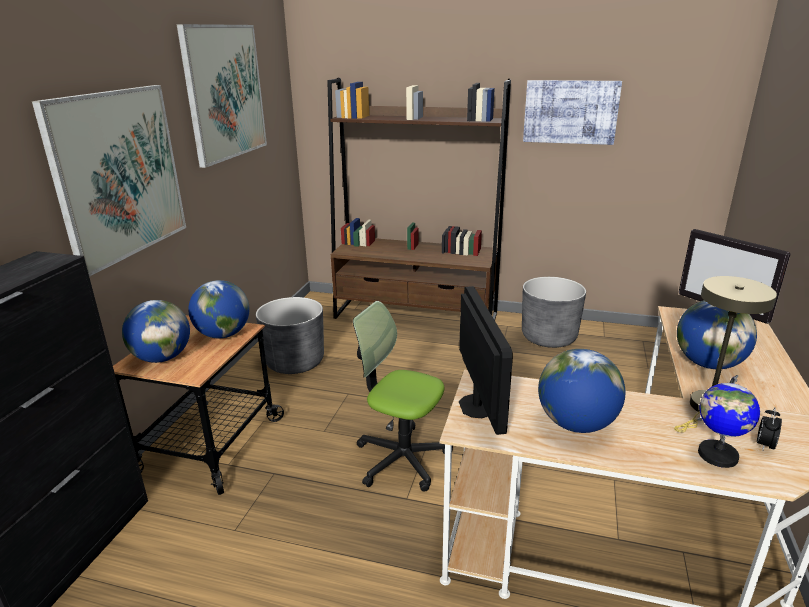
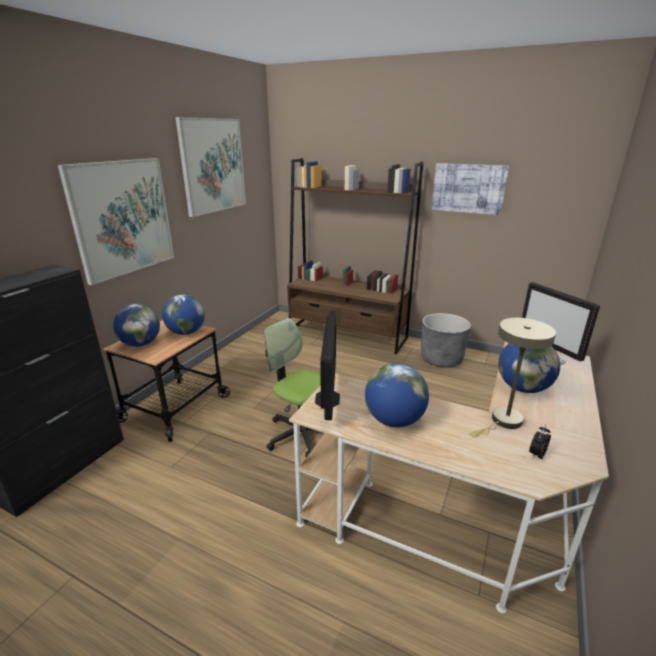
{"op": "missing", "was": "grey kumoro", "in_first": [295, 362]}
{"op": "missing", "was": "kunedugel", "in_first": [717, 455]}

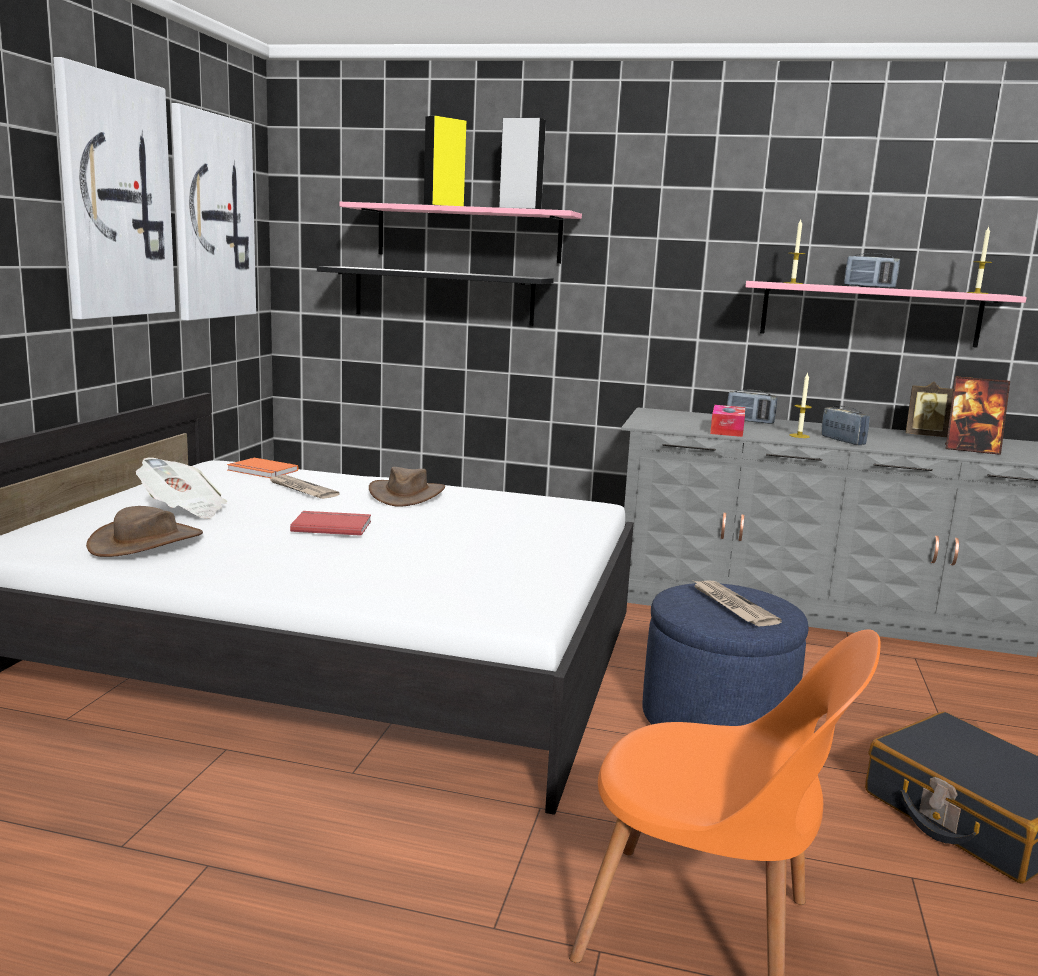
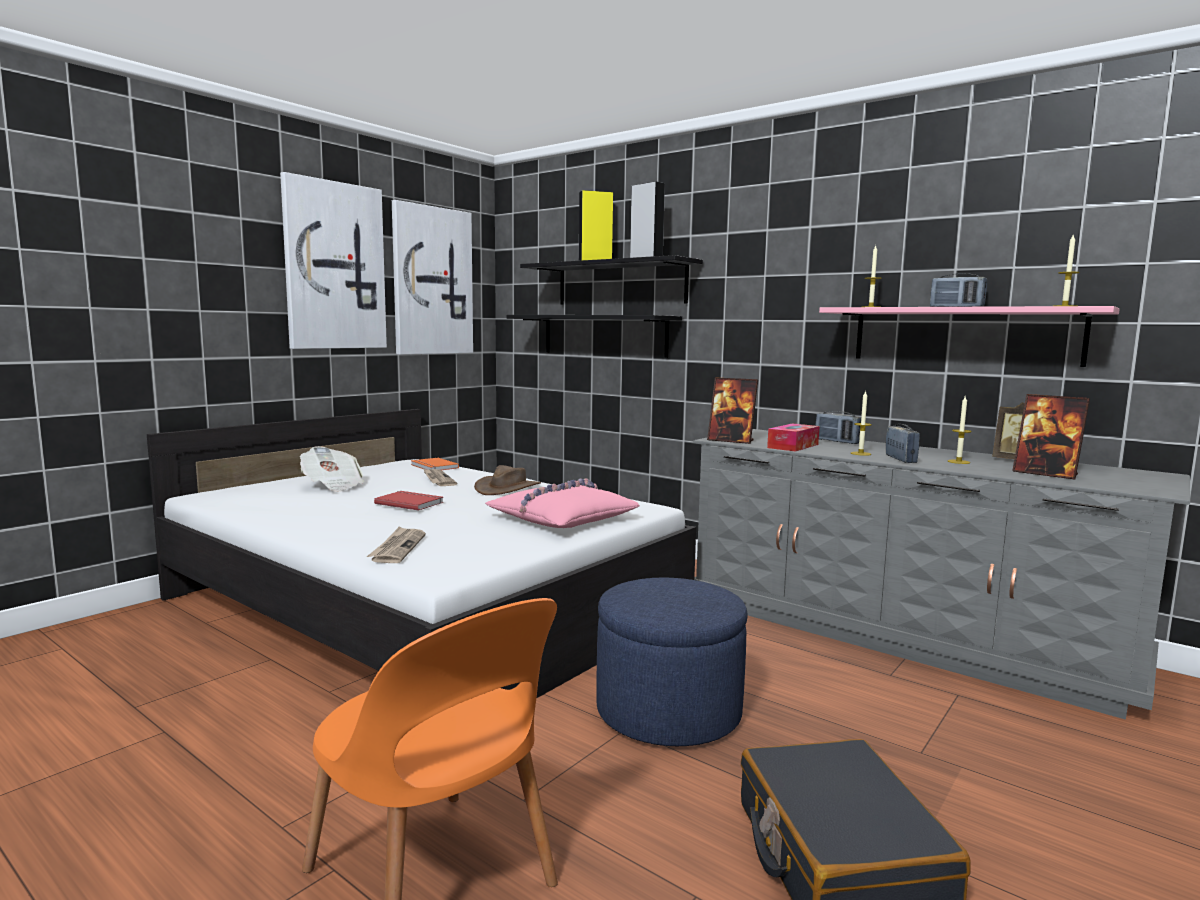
{"op": "missing", "was": "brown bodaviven", "in_first": [146, 542]}
{"op": "colour", "was": "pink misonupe", "now": "black misonupe", "in_first": [468, 234], "in_second": [620, 284]}
{"op": "relocated", "was": "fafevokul", "in_first": [731, 605], "in_second": [398, 548]}
{"op": "appeared", "now": "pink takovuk", "in_second": [562, 519]}
{"op": "appeared", "now": "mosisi", "in_second": [731, 441]}
{"op": "appeared", "now": "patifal", "in_second": [958, 462]}

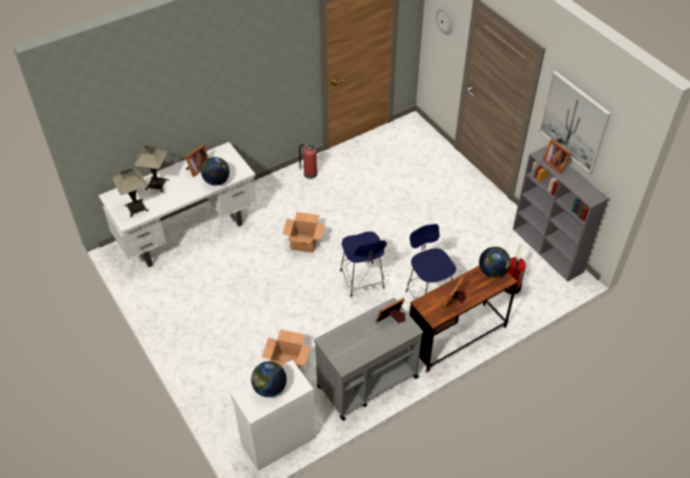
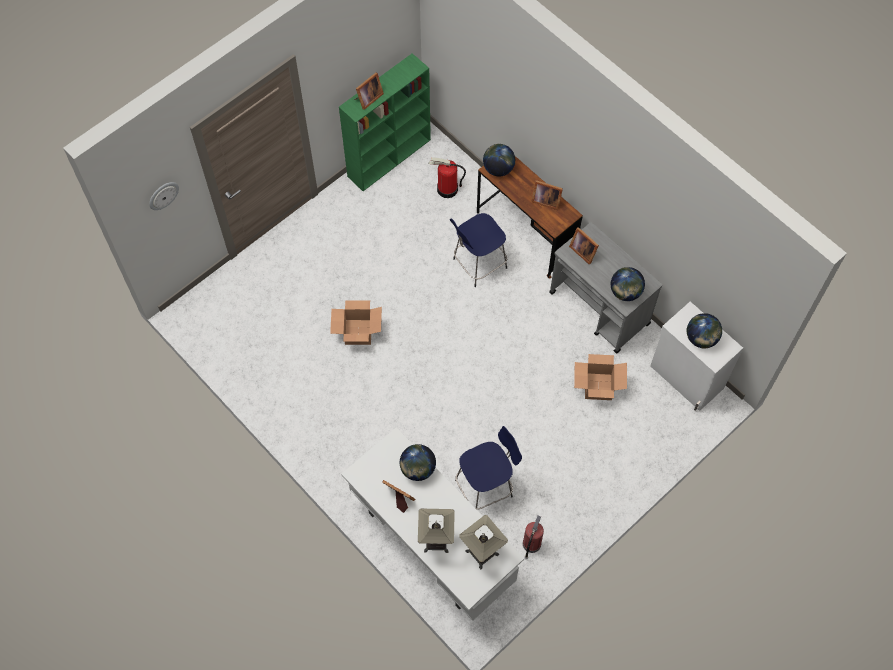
{"op": "relocated", "was": "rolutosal", "in_first": [303, 243], "in_second": [358, 333]}
{"op": "relocated", "was": "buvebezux", "in_first": [309, 173], "in_second": [531, 545]}
{"op": "relocated", "was": "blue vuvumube", "in_first": [362, 281], "in_second": [485, 487]}
{"op": "colour", "was": "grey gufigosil", "now": "green gufigosil", "in_first": [548, 250], "in_second": [389, 157]}
{"op": "missing", "was": "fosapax", "in_first": [574, 122]}
{"op": "appeared", "now": "kunedugel", "in_second": [625, 292]}

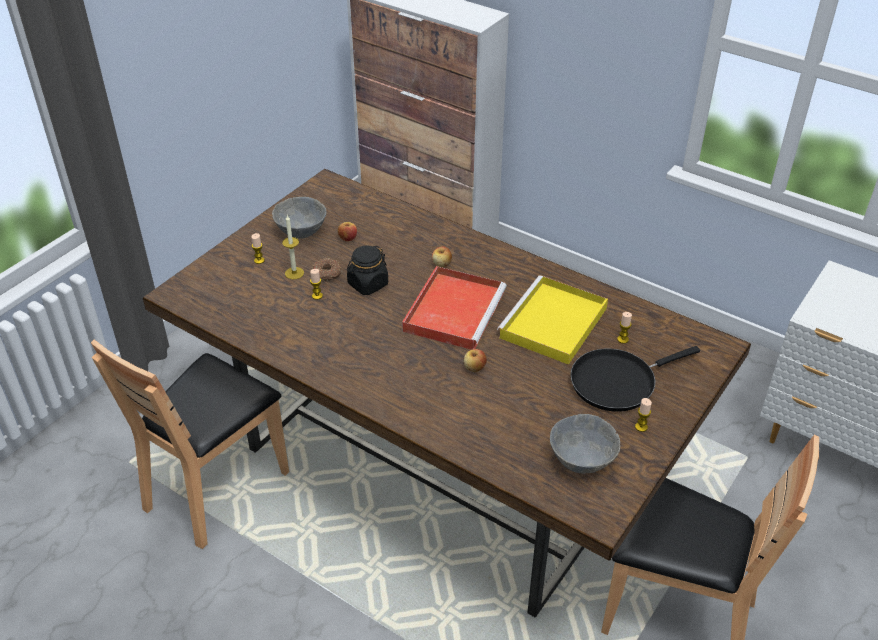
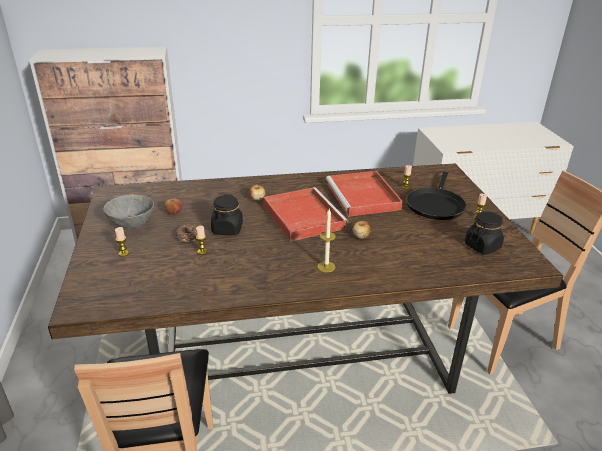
{"op": "relocated", "was": "patifal", "in_first": [294, 273], "in_second": [326, 267]}
{"op": "colour", "was": "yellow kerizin", "now": "red kerizin", "in_first": [553, 324], "in_second": [364, 197]}
{"op": "exchanged", "was": "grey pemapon", "now": "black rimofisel", "in_first": [581, 460], "in_second": [482, 246]}

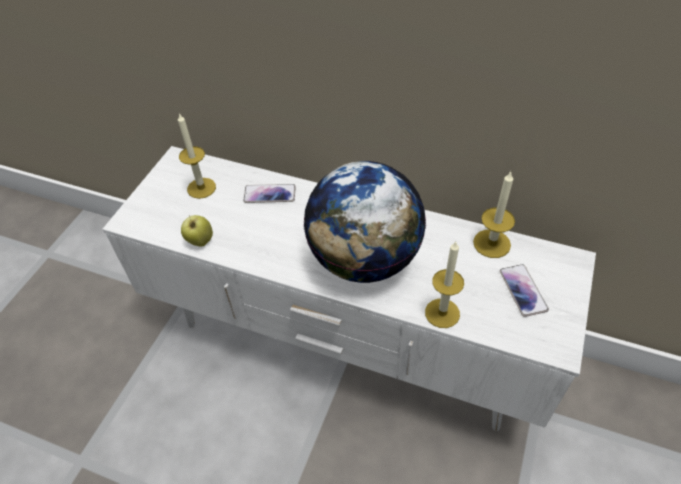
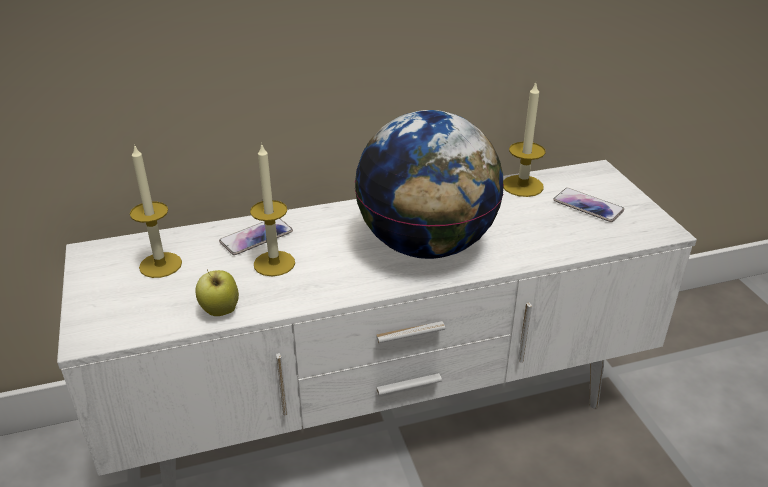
{"op": "relocated", "was": "patifal", "in_first": [442, 313], "in_second": [274, 263]}

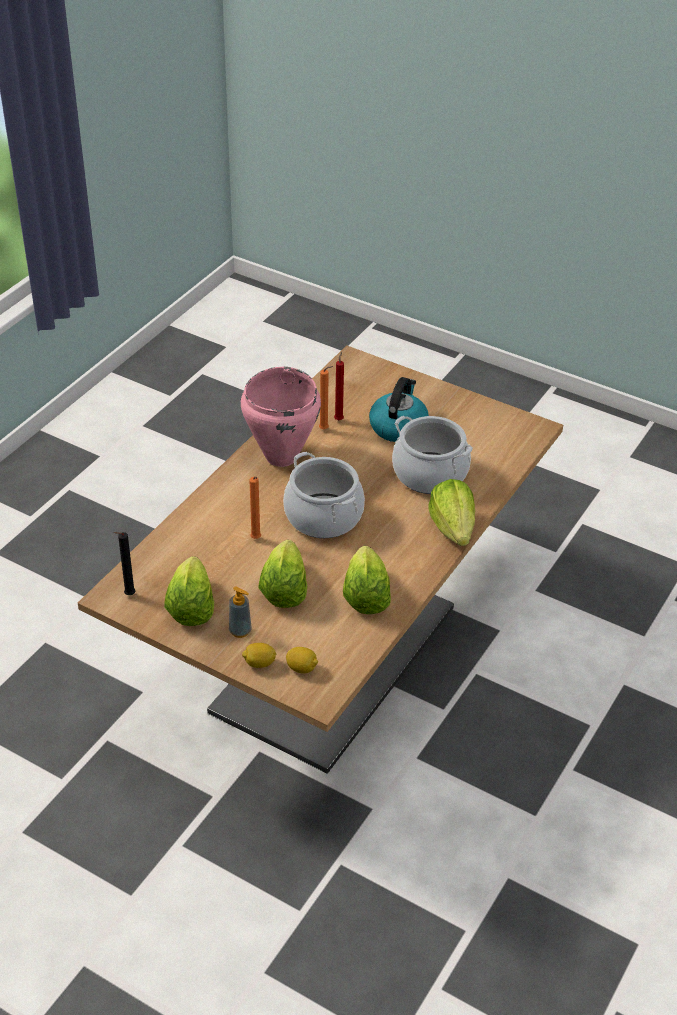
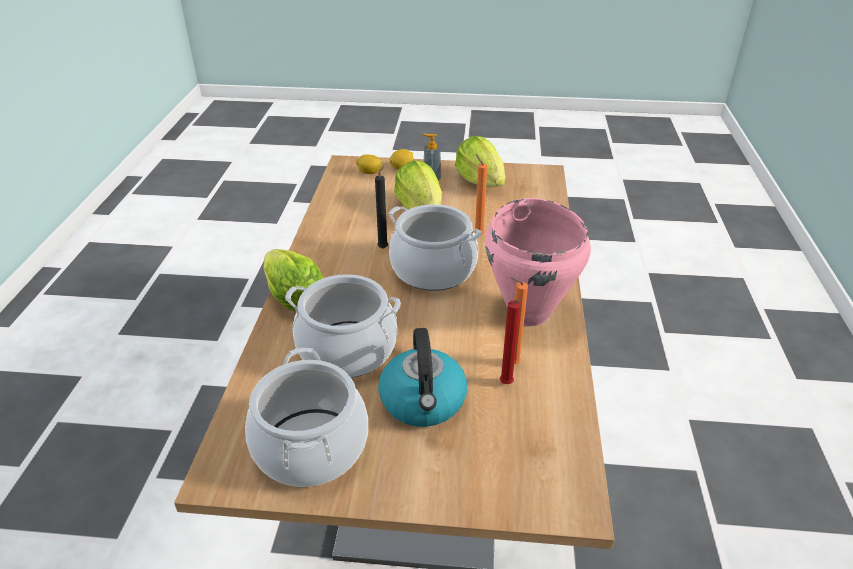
{"op": "relocated", "was": "black patifal", "in_first": [128, 595], "in_second": [384, 247]}
{"op": "missing", "was": "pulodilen", "in_first": [365, 596]}
{"op": "appeared", "now": "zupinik", "in_second": [311, 446]}

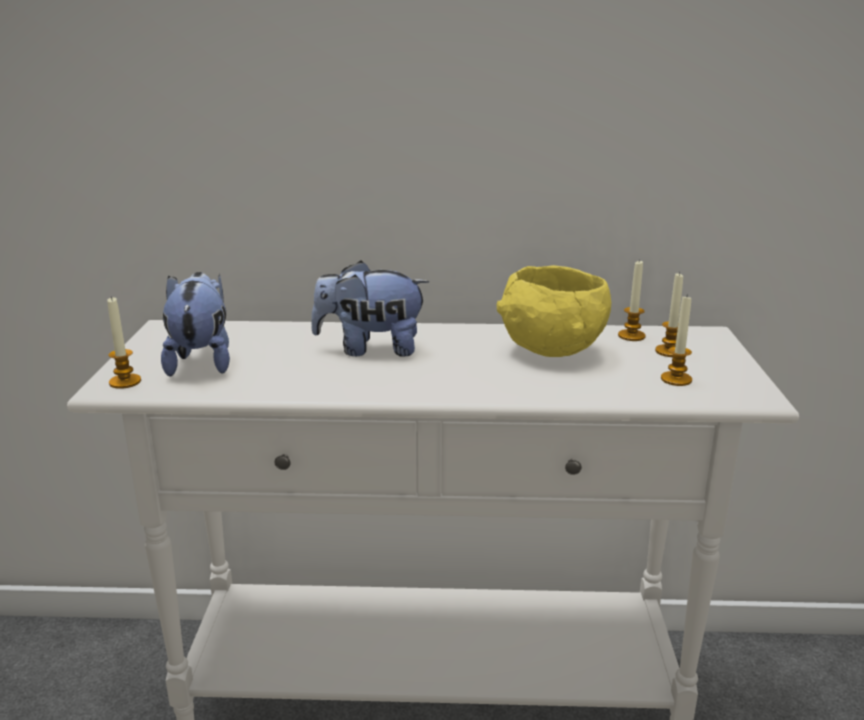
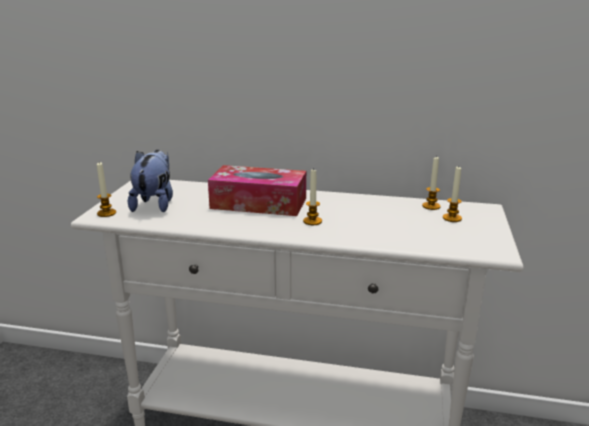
{"op": "exchanged", "was": "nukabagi", "now": "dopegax", "in_first": [370, 349], "in_second": [258, 203]}
{"op": "missing", "was": "yellow pemapon", "in_first": [552, 351]}
{"op": "relocated", "was": "patifal", "in_first": [676, 379], "in_second": [312, 221]}

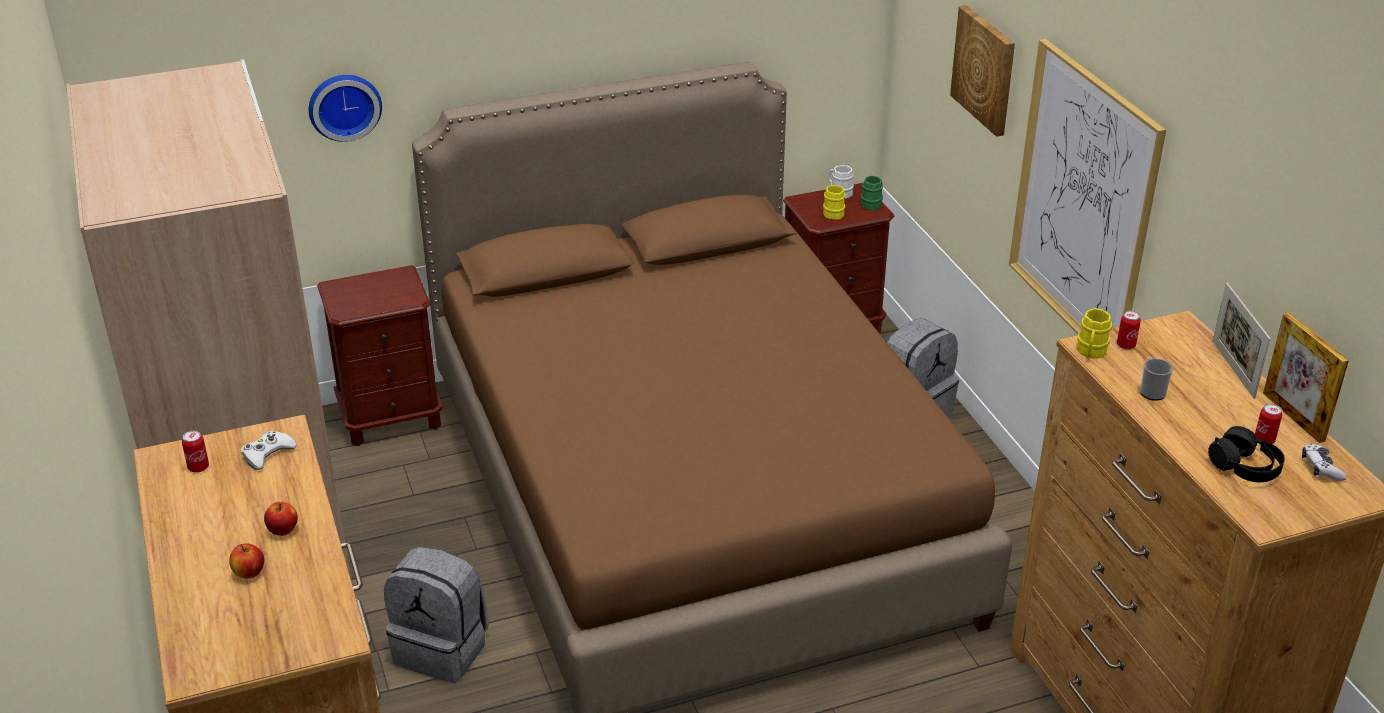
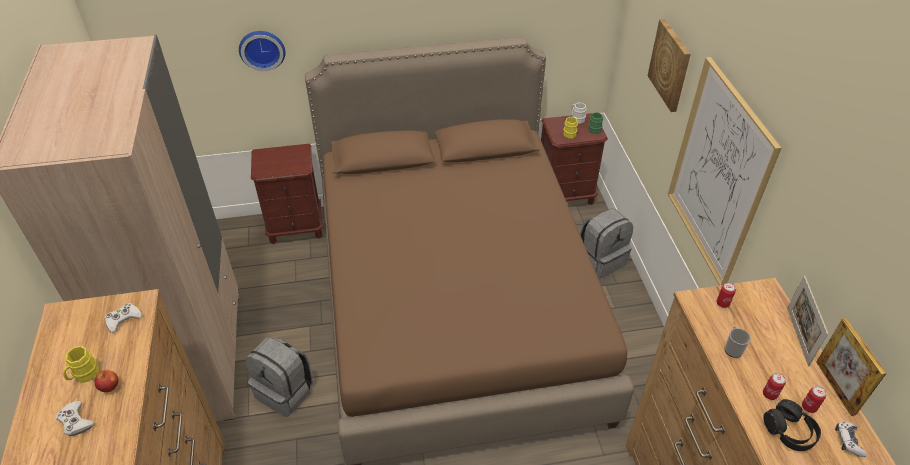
{"op": "relocated", "was": "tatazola", "in_first": [198, 467], "in_second": [769, 394]}
{"op": "exchanged", "was": "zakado", "now": "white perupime", "in_first": [249, 573], "in_second": [75, 421]}
{"op": "relocated", "was": "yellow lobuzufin", "in_first": [1091, 352], "in_second": [84, 375]}

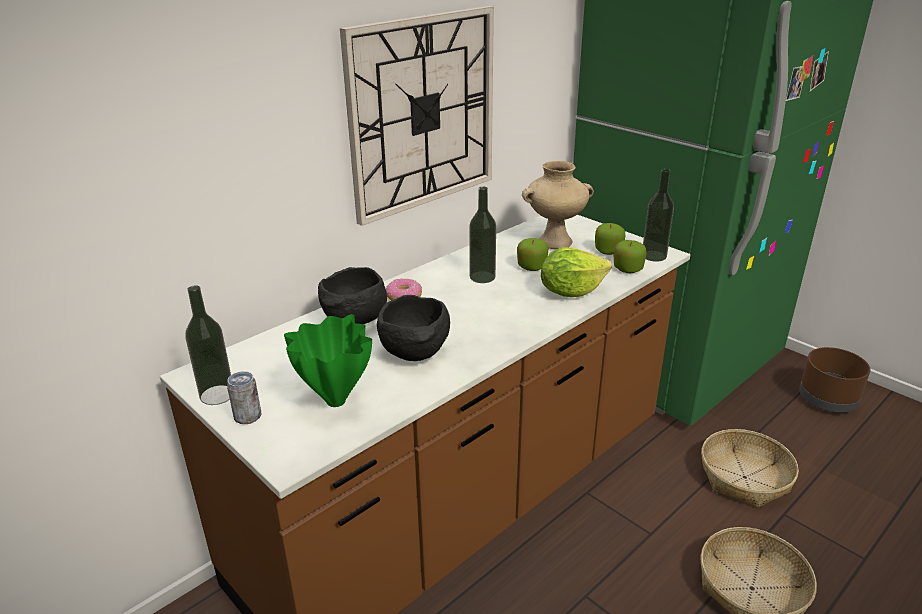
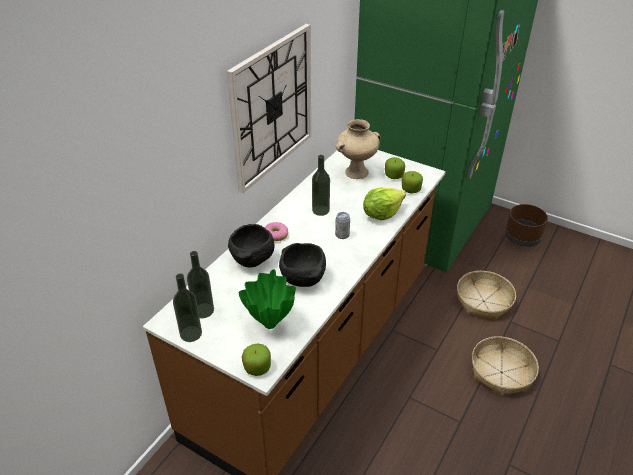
{"op": "relocated", "was": "tatazola", "in_first": [248, 416], "in_second": [342, 235]}
{"op": "relocated", "was": "zakado", "in_first": [531, 266], "in_second": [257, 367]}
{"op": "relocated", "was": "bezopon", "in_first": [654, 256], "in_second": [203, 310]}

